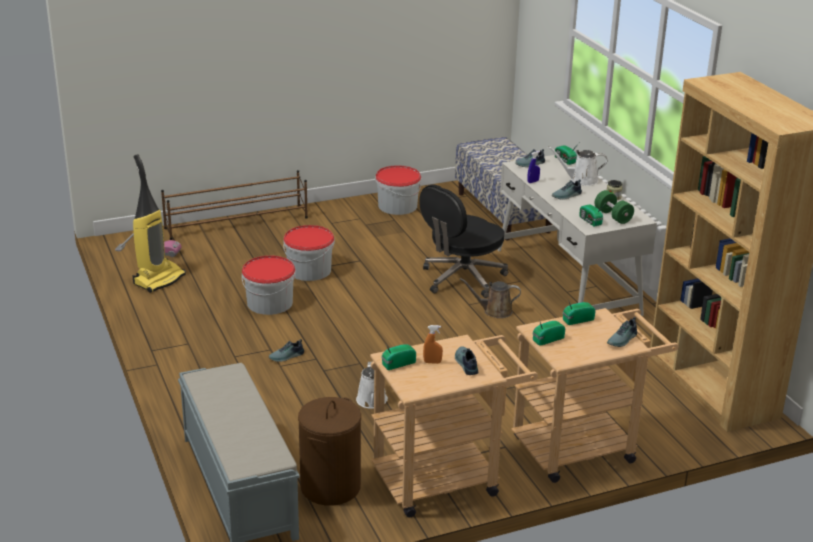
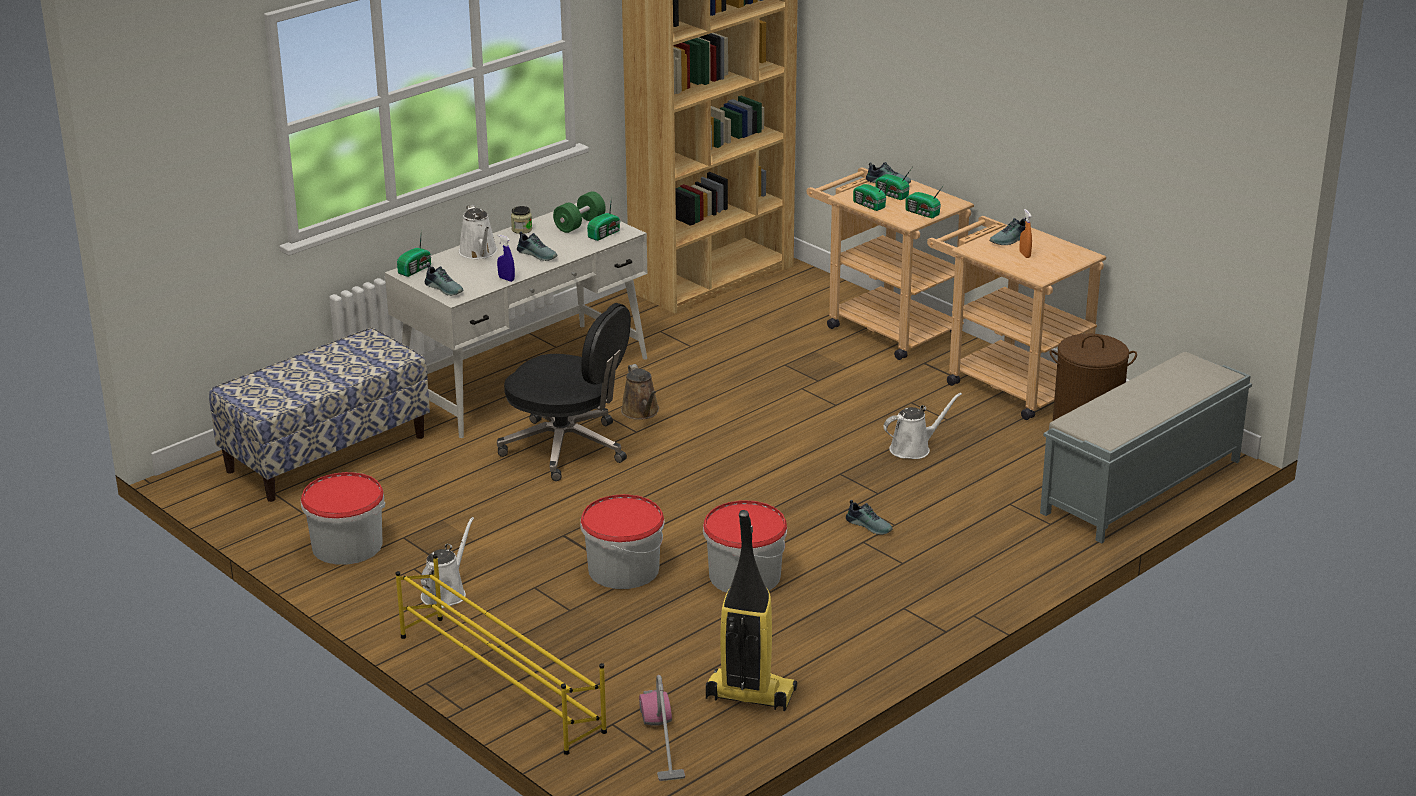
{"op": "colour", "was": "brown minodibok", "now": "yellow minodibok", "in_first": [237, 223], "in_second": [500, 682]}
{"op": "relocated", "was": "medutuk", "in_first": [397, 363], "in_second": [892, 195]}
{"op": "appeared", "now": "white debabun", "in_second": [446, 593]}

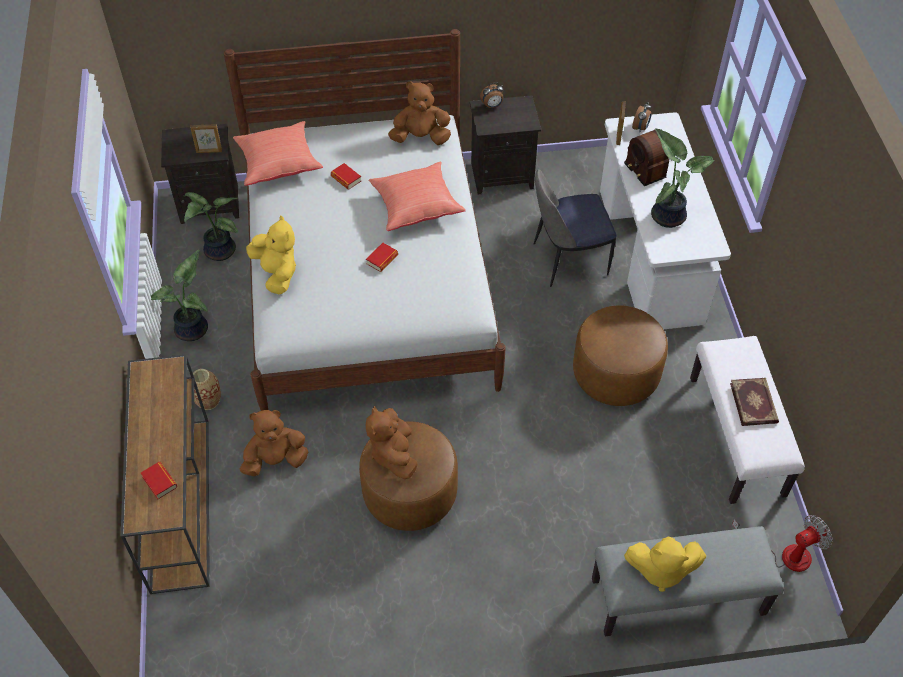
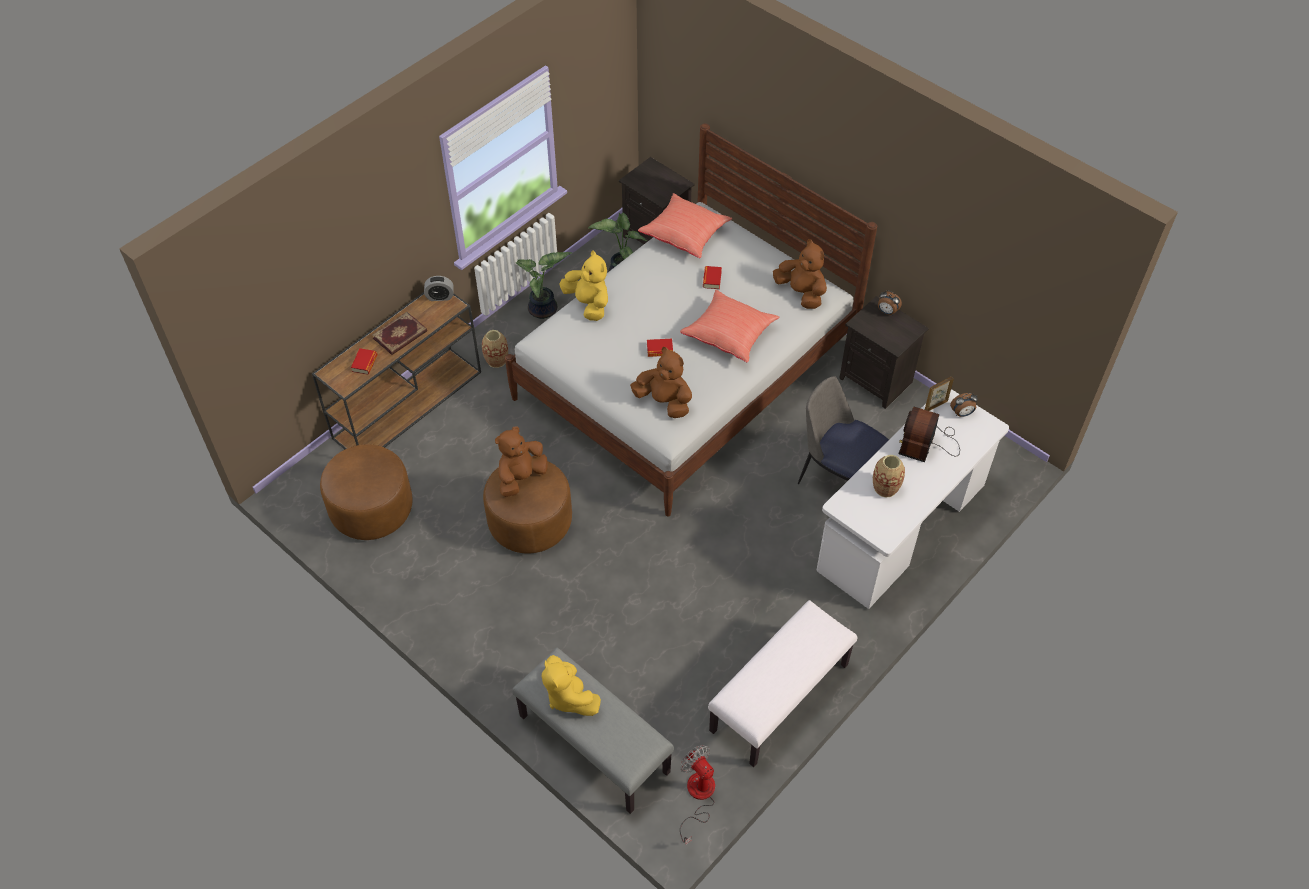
{"op": "missing", "was": "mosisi", "in_first": [209, 151]}
{"op": "relocated", "was": "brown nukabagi", "in_first": [275, 460], "in_second": [664, 401]}
{"op": "spun", "was": "yellow nukabagi", "in_first": [277, 273], "in_second": [588, 304], "clockwise": -60}
{"op": "relocated", "was": "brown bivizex", "in_first": [616, 374], "in_second": [372, 509]}
{"op": "exchanged", "was": "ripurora", "now": "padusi", "in_first": [668, 215], "in_second": [885, 488]}
{"op": "relocated", "was": "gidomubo", "in_first": [754, 403], "in_second": [400, 335]}
{"op": "spun", "was": "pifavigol", "in_first": [785, 554], "in_second": [698, 796], "clockwise": -150}
{"op": "appeared", "now": "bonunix", "in_second": [440, 297]}

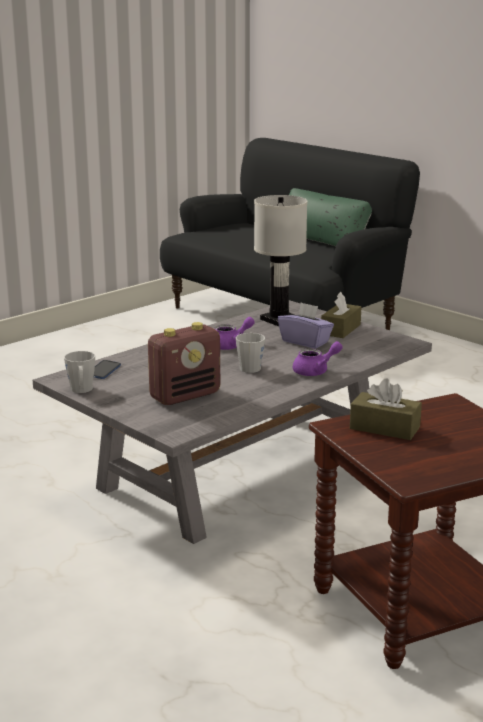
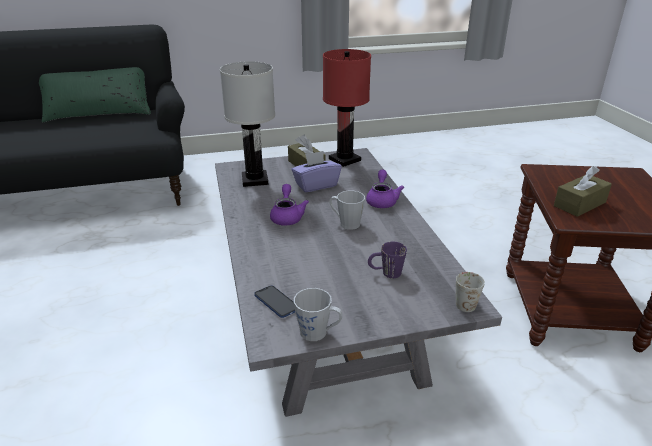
{"op": "exchanged", "was": "medutuk", "now": "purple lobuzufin", "in_first": [185, 396], "in_second": [385, 273]}
{"op": "appeared", "now": "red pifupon", "in_second": [345, 160]}
{"op": "appeared", "now": "white lobuzufin", "in_second": [465, 301]}

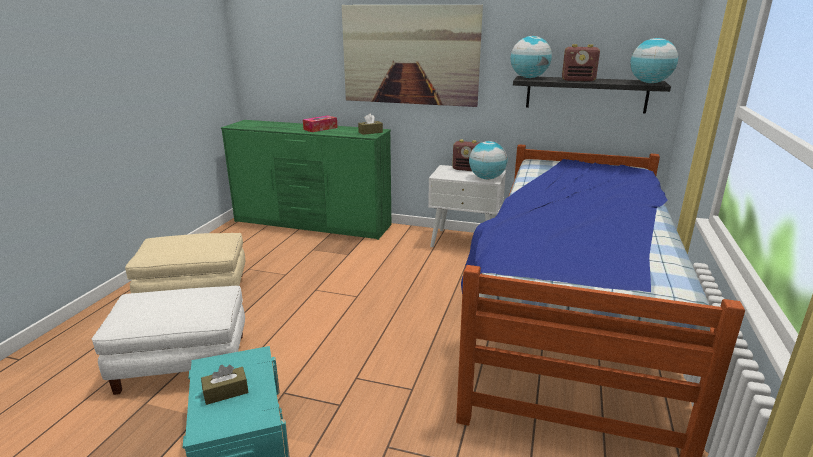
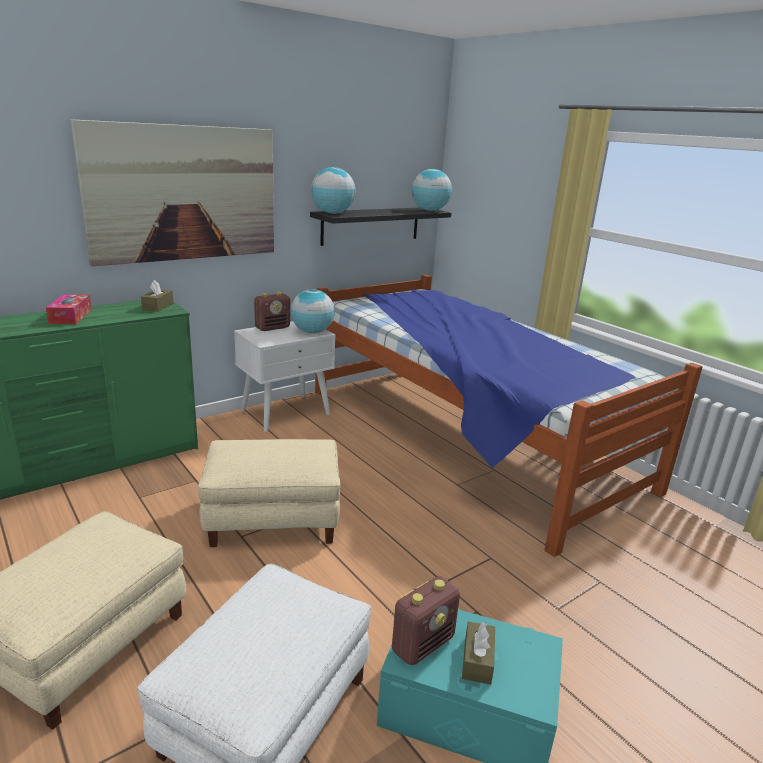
{"op": "relocated", "was": "medutuk", "in_first": [578, 80], "in_second": [423, 644]}
{"op": "appeared", "now": "beige bivizex", "in_second": [274, 517]}

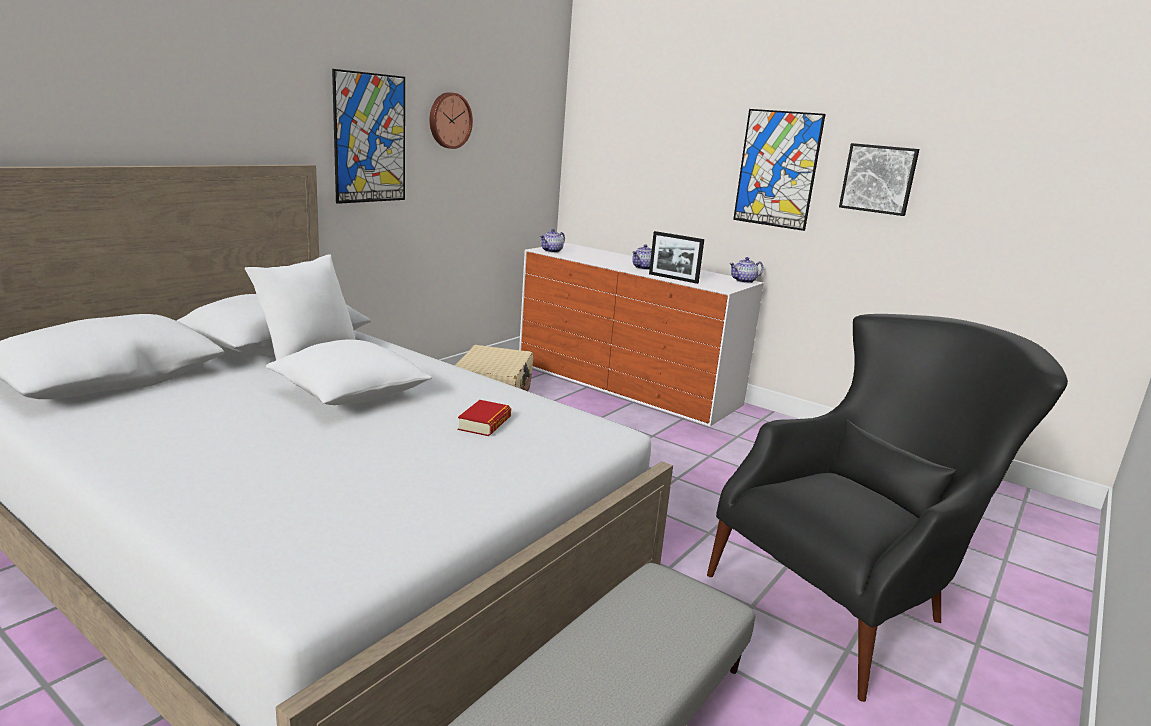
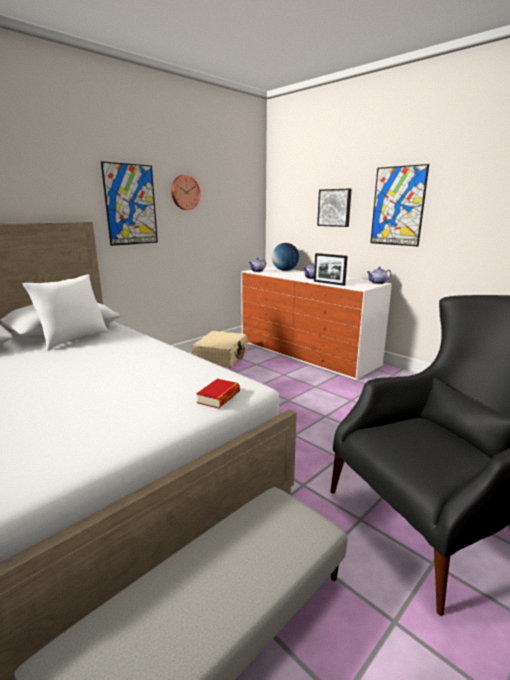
{"op": "missing", "was": "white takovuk", "in_first": [350, 396]}
{"op": "relocated", "was": "gidomubo", "in_first": [484, 423], "in_second": [219, 397]}
{"op": "relocated", "was": "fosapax", "in_first": [878, 179], "in_second": [334, 208]}
{"op": "appeared", "now": "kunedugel", "in_second": [285, 270]}

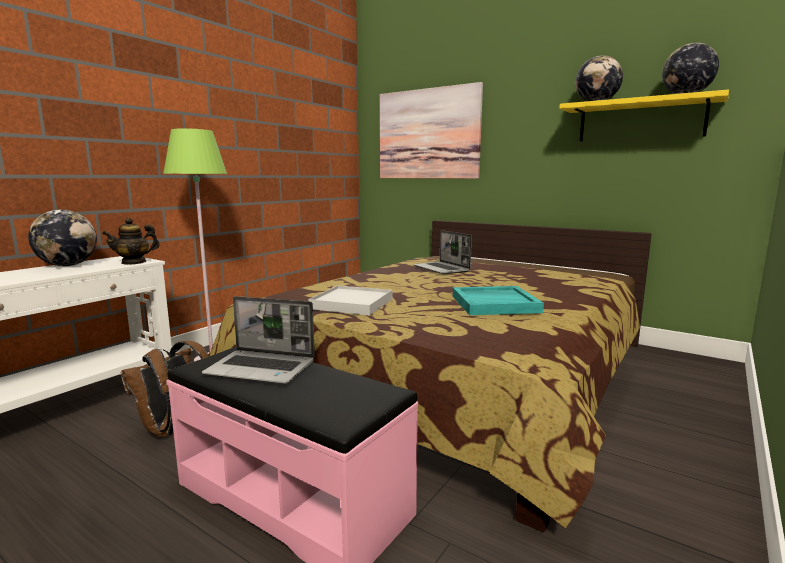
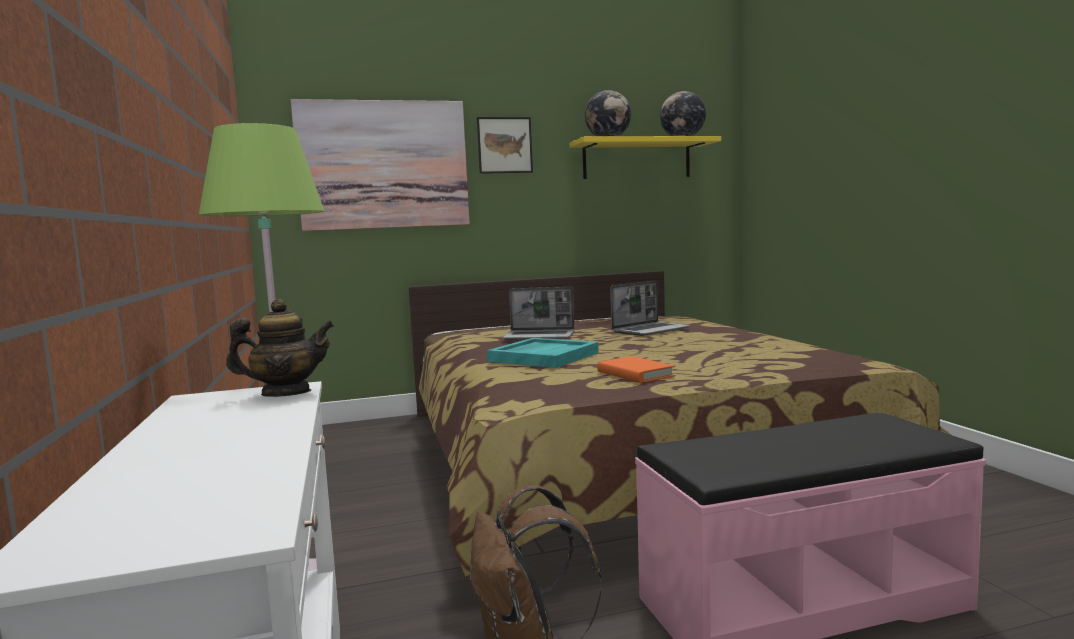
{"op": "missing", "was": "kunedugel", "in_first": [68, 265]}
{"op": "spun", "was": "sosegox", "in_first": [134, 262], "in_second": [286, 393], "clockwise": -105}
{"op": "relocated", "was": "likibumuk", "in_first": [262, 368], "in_second": [650, 330]}
{"op": "exchanged", "was": "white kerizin", "now": "orange gidomubo", "in_first": [352, 304], "in_second": [635, 374]}
{"op": "relocated", "was": "turquoise kerizin", "in_first": [495, 304], "in_second": [543, 357]}
{"op": "appeared", "now": "fosapax", "in_second": [504, 145]}

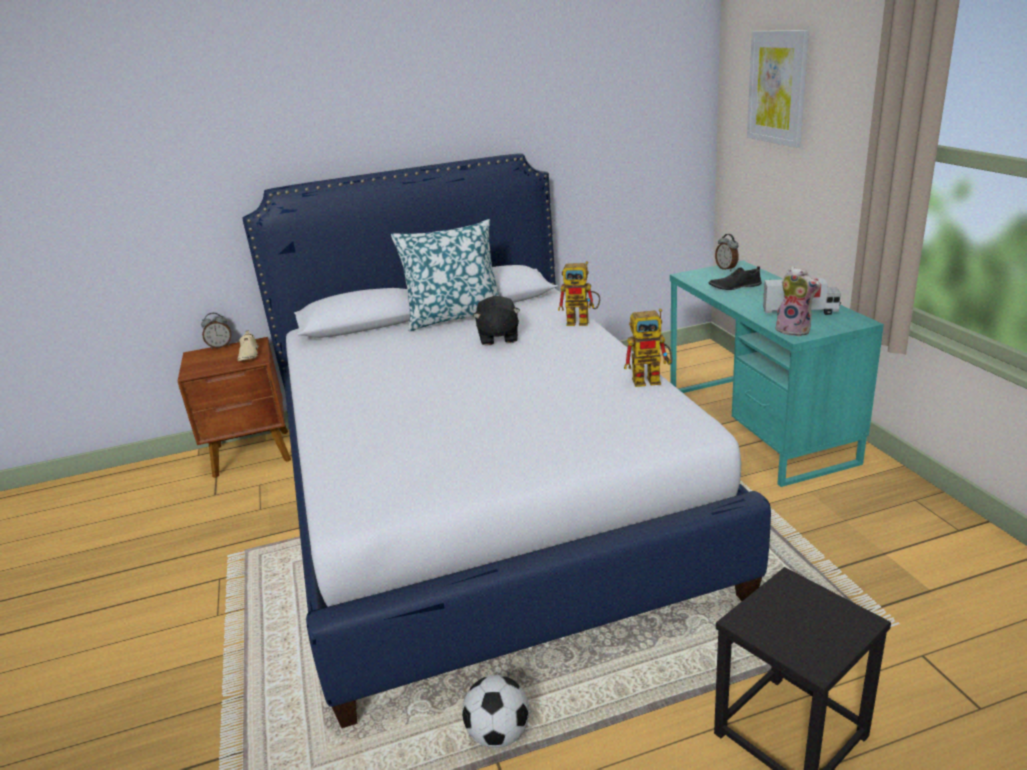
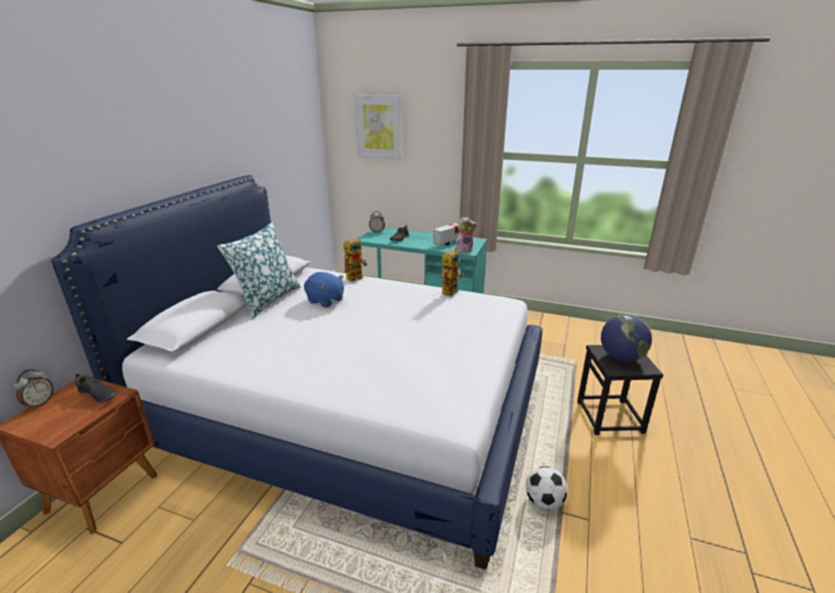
{"op": "colour", "was": "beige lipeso", "now": "black lipeso", "in_first": [248, 355], "in_second": [97, 394]}
{"op": "colour", "was": "black nukabagi", "now": "blue nukabagi", "in_first": [498, 337], "in_second": [325, 300]}
{"op": "appeared", "now": "kunedugel", "in_second": [621, 357]}

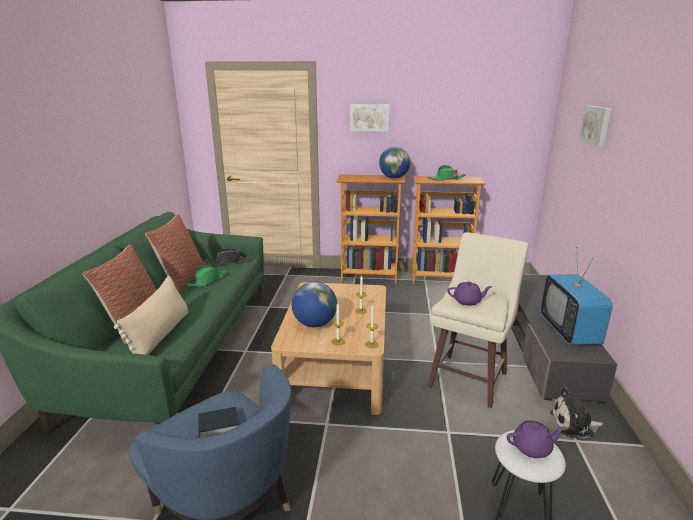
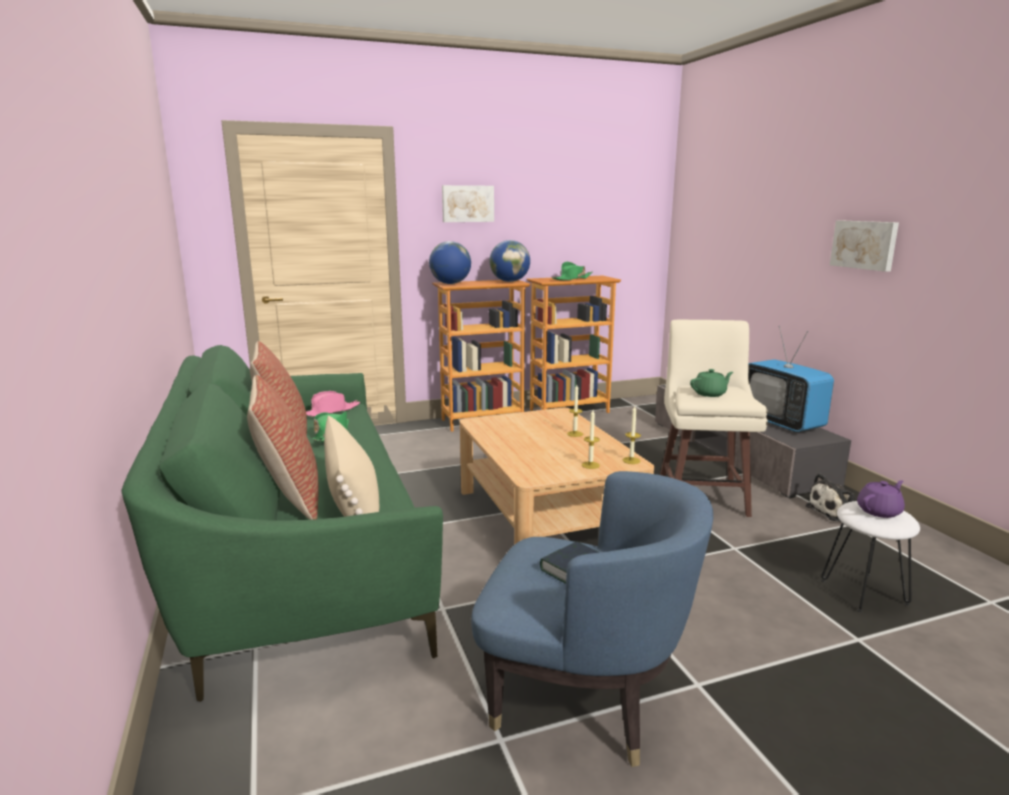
{"op": "colour", "was": "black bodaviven", "now": "pink bodaviven", "in_first": [229, 262], "in_second": [329, 411]}
{"op": "relocated", "was": "kunedugel", "in_first": [315, 324], "in_second": [450, 283]}
{"op": "colour", "was": "purple sosegox", "now": "green sosegox", "in_first": [467, 301], "in_second": [710, 394]}
{"op": "relocated", "was": "fosapax", "in_first": [596, 124], "in_second": [865, 245]}

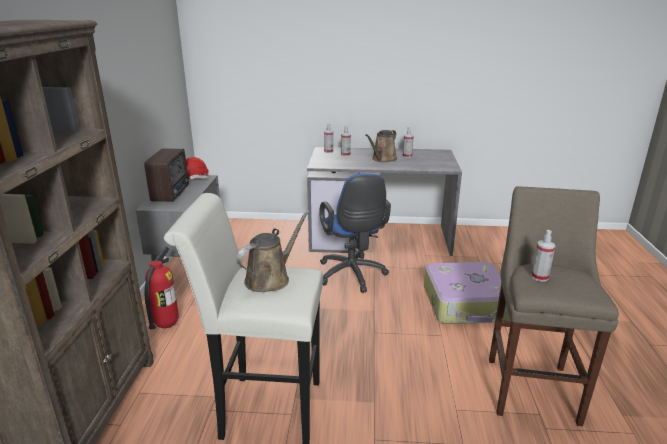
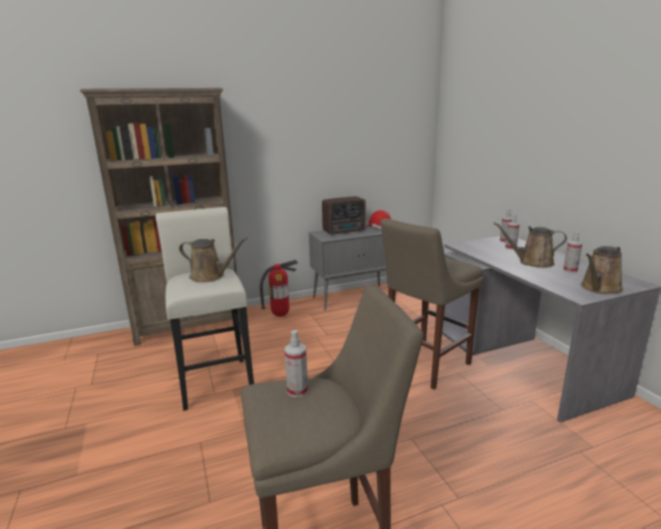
{"op": "exchanged", "was": "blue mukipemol", "now": "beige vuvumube", "in_first": [352, 276], "in_second": [424, 365]}
{"op": "missing", "was": "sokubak", "in_first": [466, 304]}
{"op": "appeared", "now": "brown debabun", "in_second": [599, 288]}

